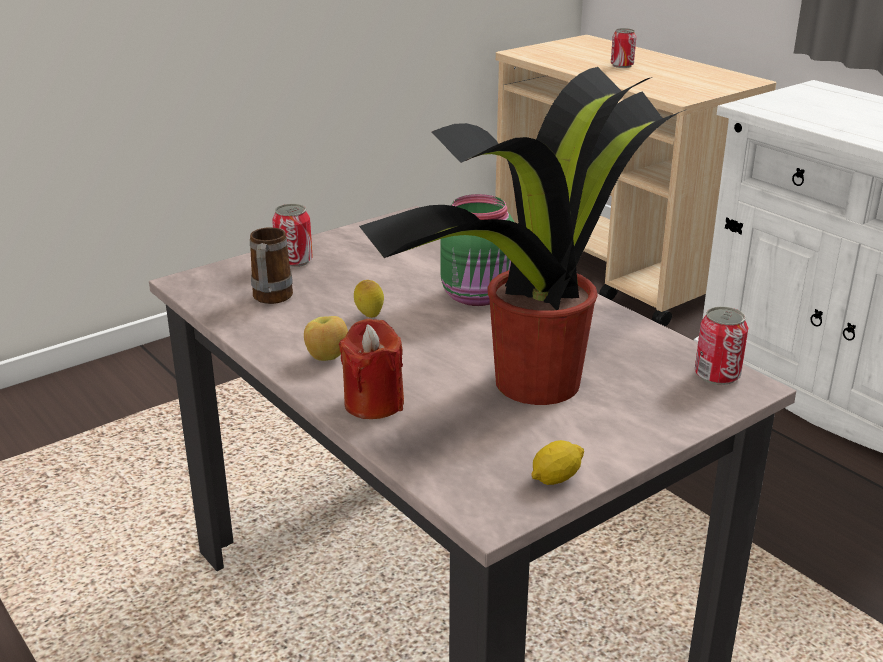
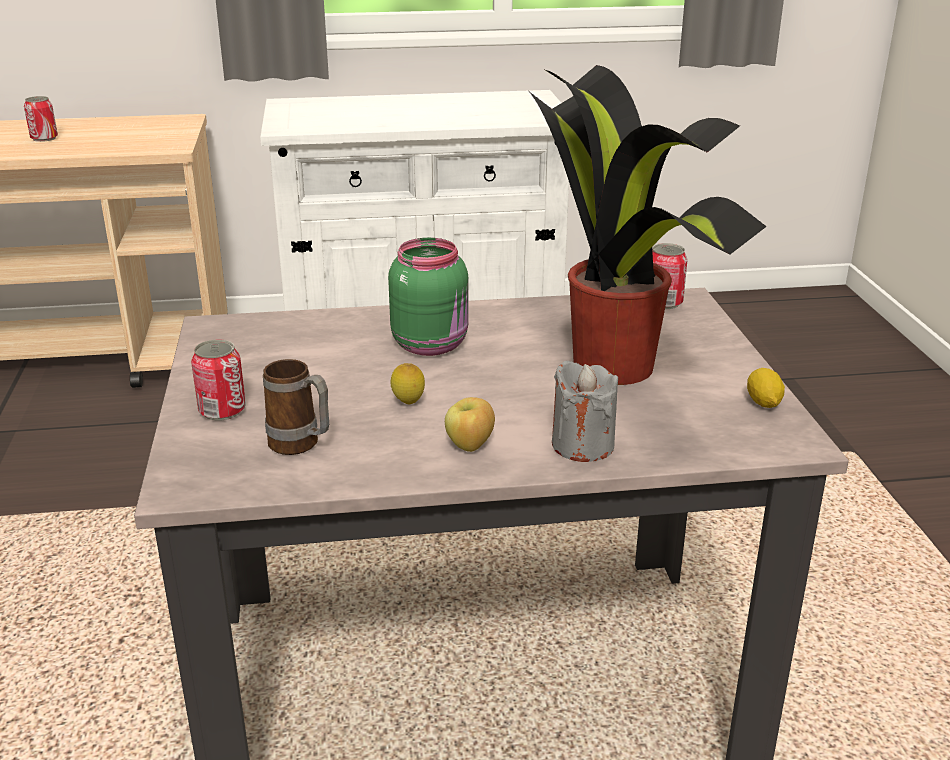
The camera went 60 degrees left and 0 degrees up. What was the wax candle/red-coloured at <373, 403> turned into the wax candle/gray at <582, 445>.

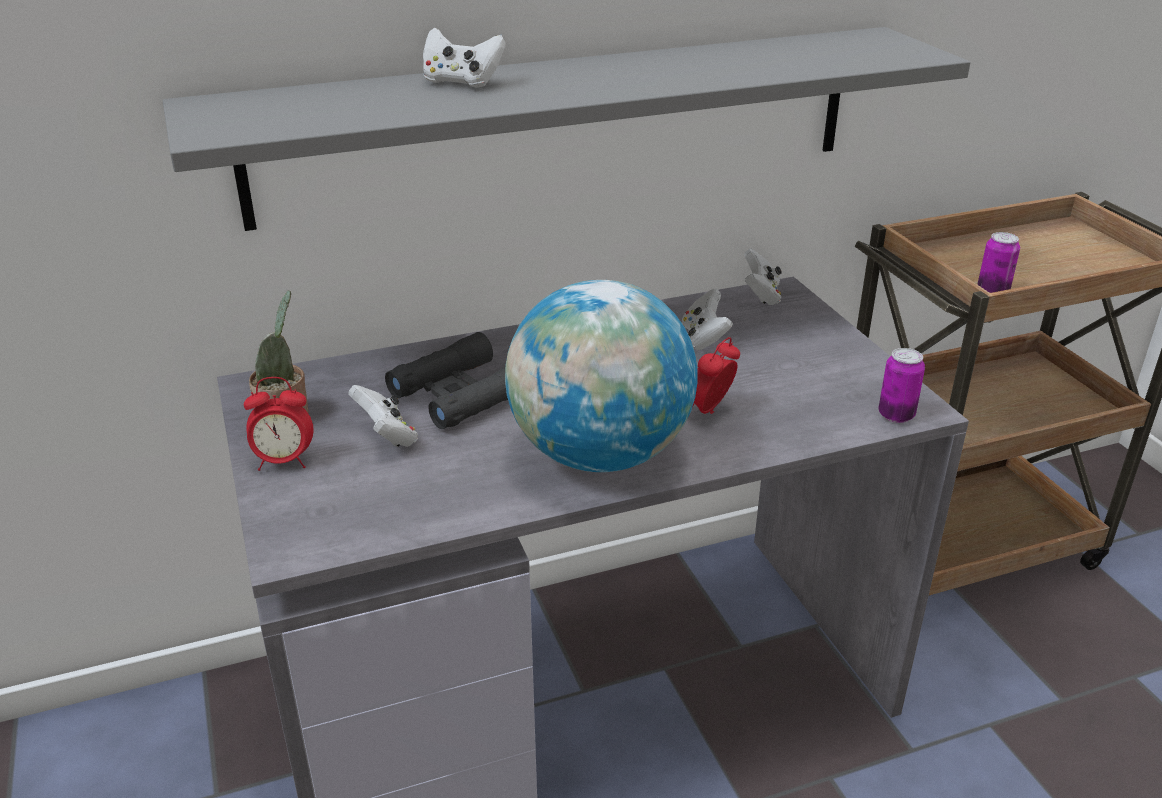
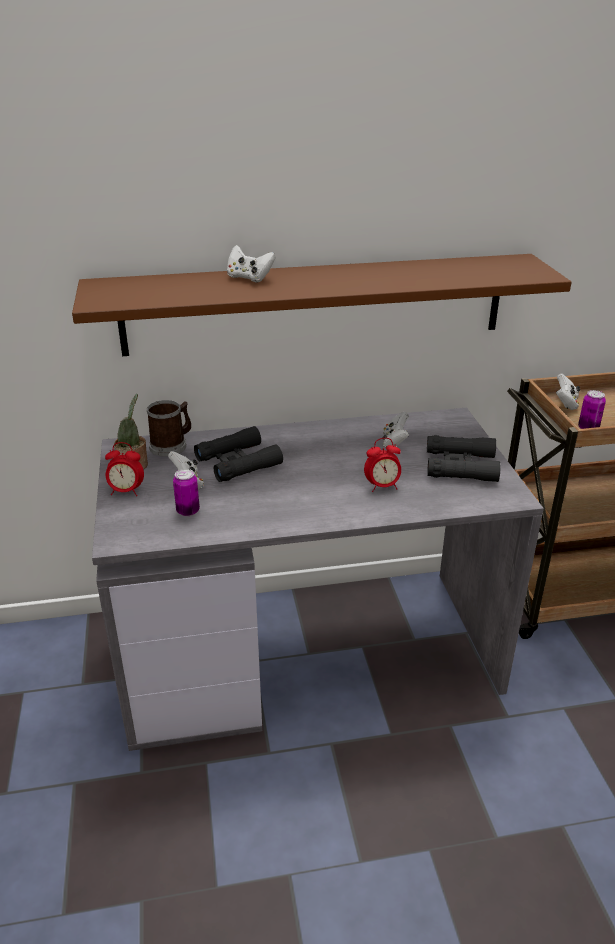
The camera went 10 degrees right and 0 degrees up. What was the bracket shelf/gray at <561, 124> turned into the bracket shelf/brownish at <315, 304>. The second view lost the globe at <599, 454>. The table clock at <710, 411> ended up facing another way, 150 degrees counterclockwise from before. The gamepad/white ended up elsewhere, having gone from <761, 295> to <565, 403>. The can ended up elsewhere, having gone from <896, 415> to <188, 511>. The second view gained the tea mug at <172, 445>. The second view gained the pair of binoculars/black-coloured at <461, 466>.

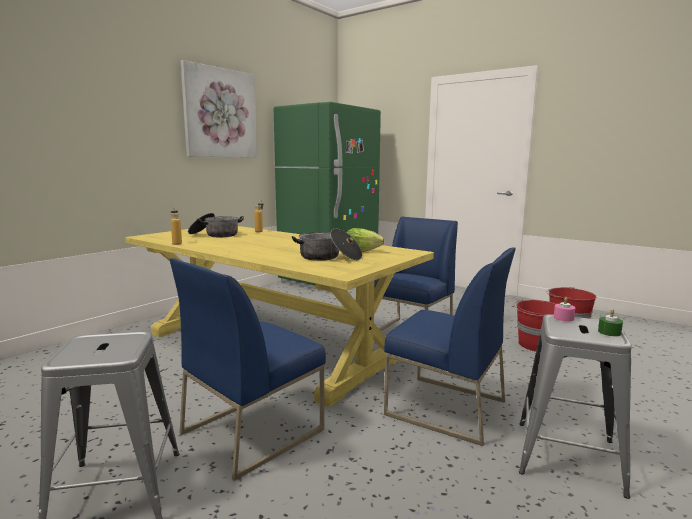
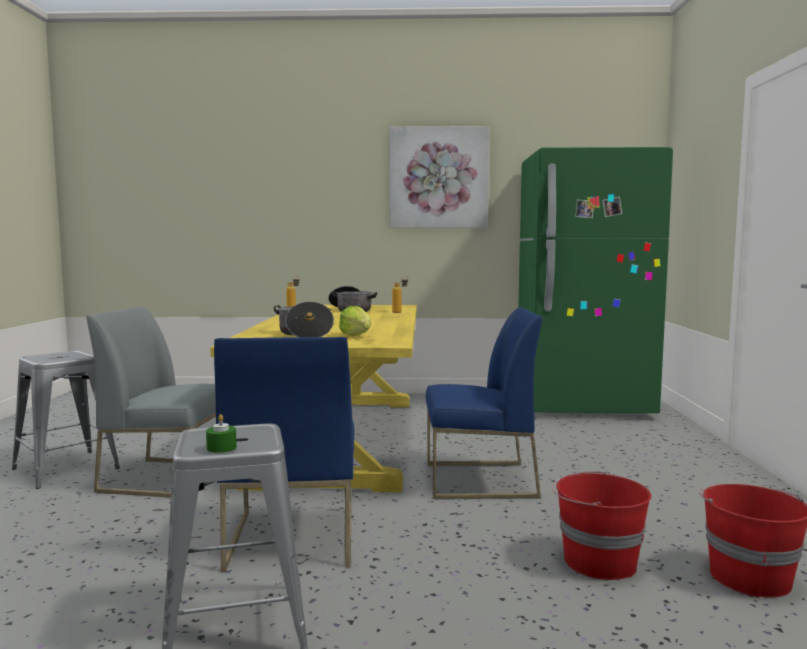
The camera went 55 degrees right and 5 degrees down. What was the chair/blue at <253, 430> turned into the chair/gray at <169, 477>. The second view lost the wax candle/pinkish at <563, 318>.

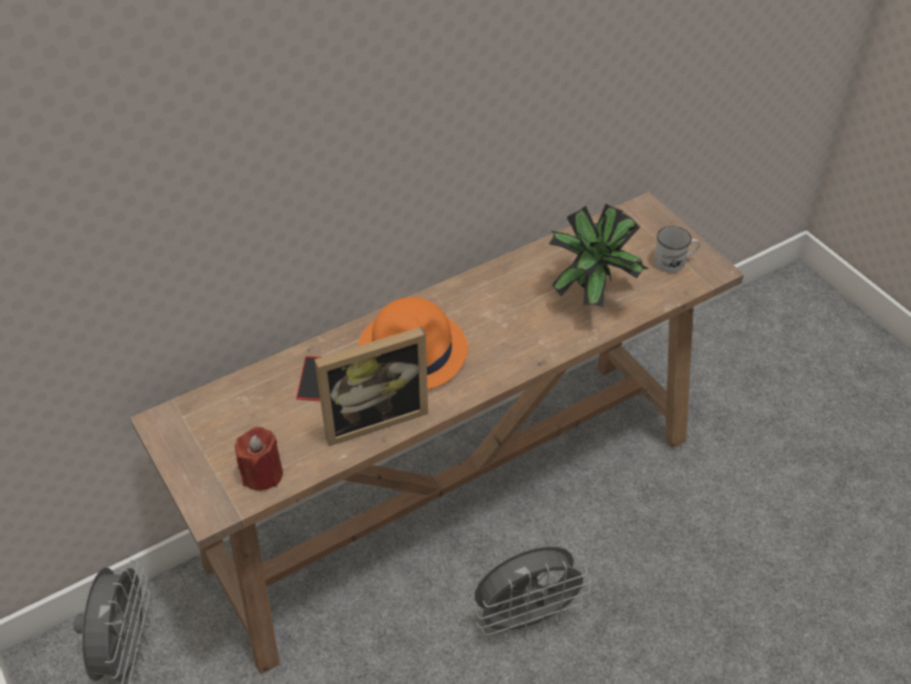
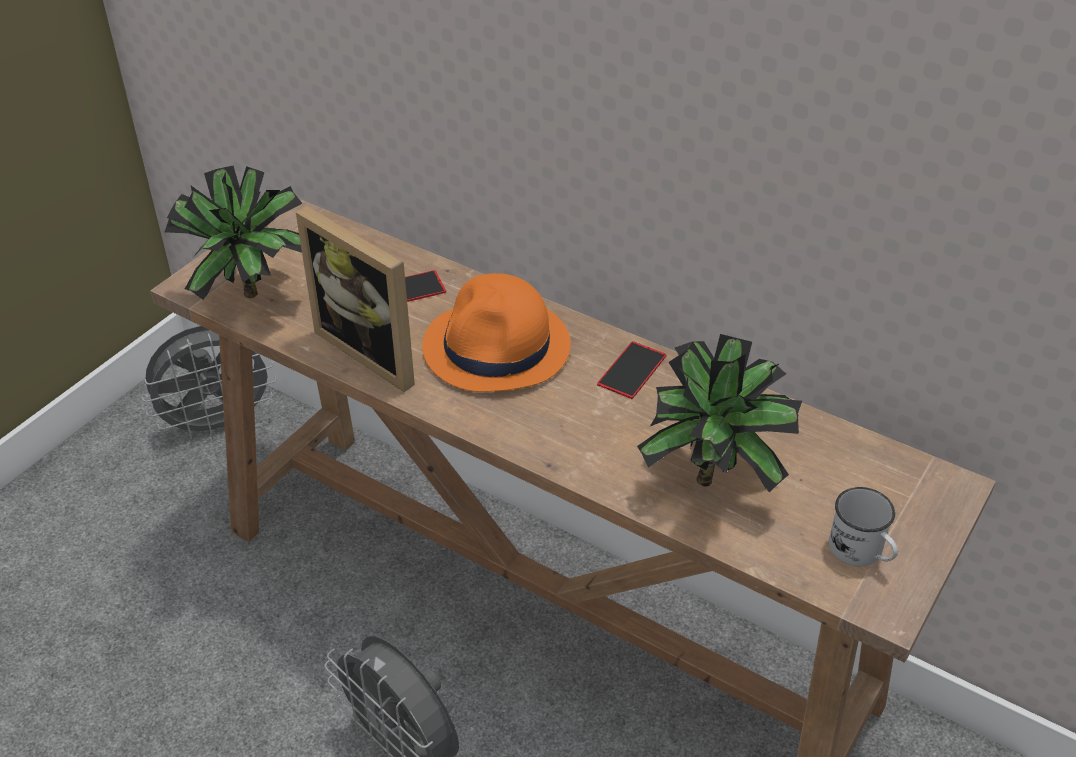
The camera went 65 degrees right and 5 degrees down. Where the wax candle/red-coloured stood at <262, 474>, the potted plant came to stand at <253, 300>. The second view gained the handset at <632, 370>.

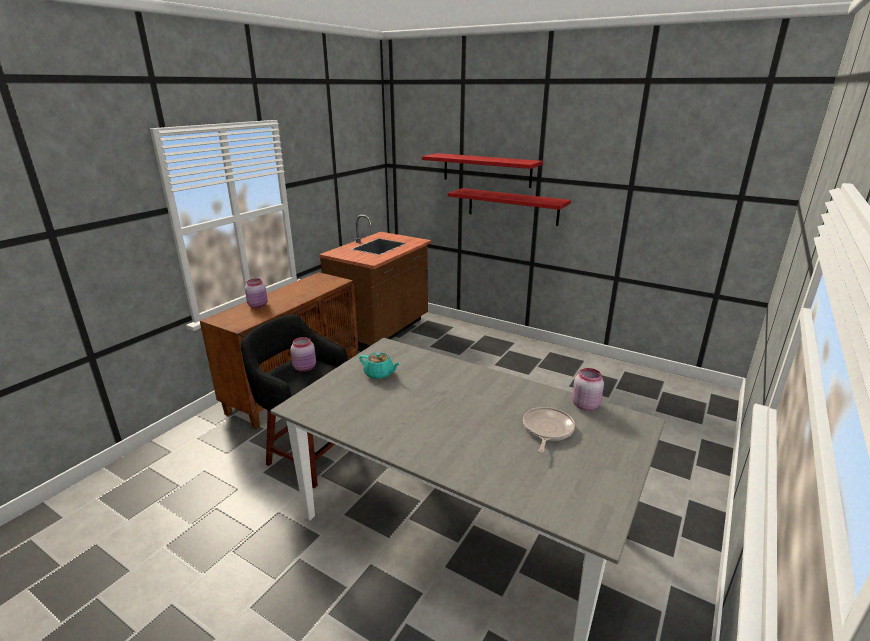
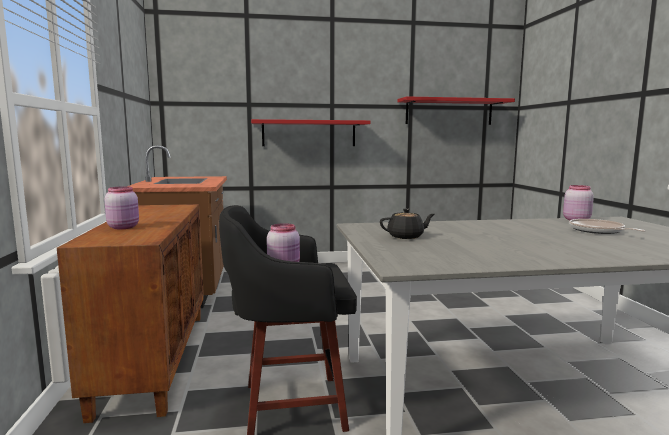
The camera went 40 degrees left and 15 degrees down. What was the teapot/blue-green at <379, 374> turned into the teapot/black-coloured at <406, 236>. The bracket shelf/red-coloured ended up elsewhere, having gone from <486, 170> to <449, 112>.

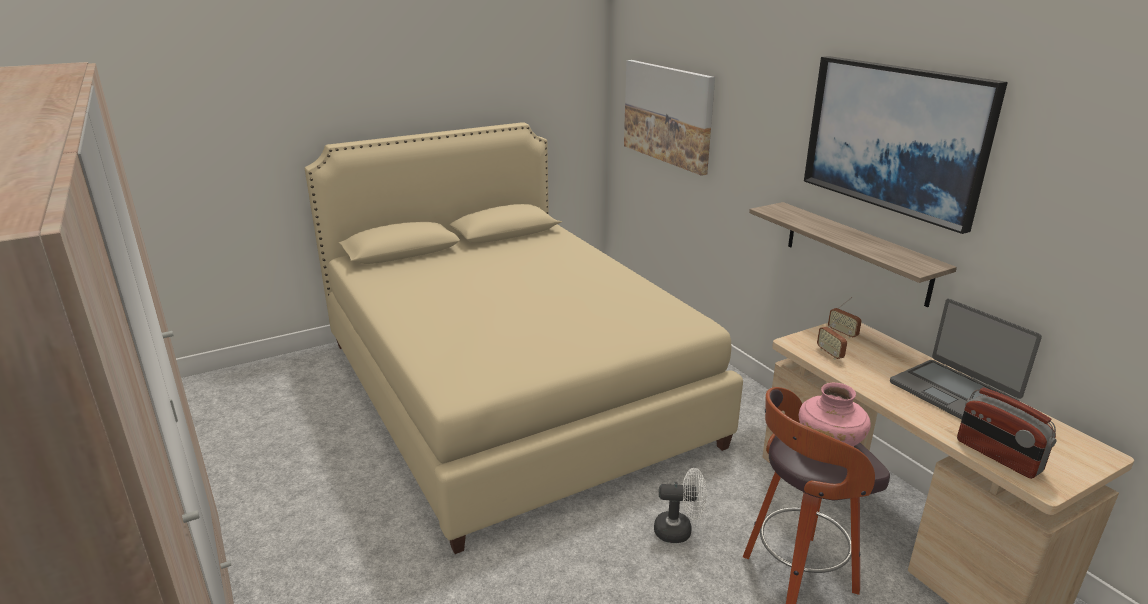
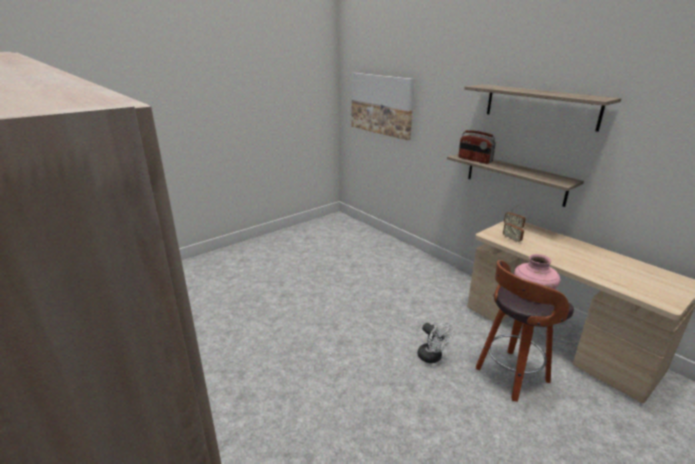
The camera went 10 degrees left and 0 degrees up. The second view lost the sleeping bed/sand-coloured at <510, 391>. The electric fan/white at <679, 530> ended up facing another way, 60 degrees clockwise from before. Where the picture hung at <895, 138>, the bracket shelf came to hang at <540, 106>. The second view lost the notebook computer at <953, 393>. The radio receiver ended up elsewhere, having gone from <997, 456> to <474, 160>.

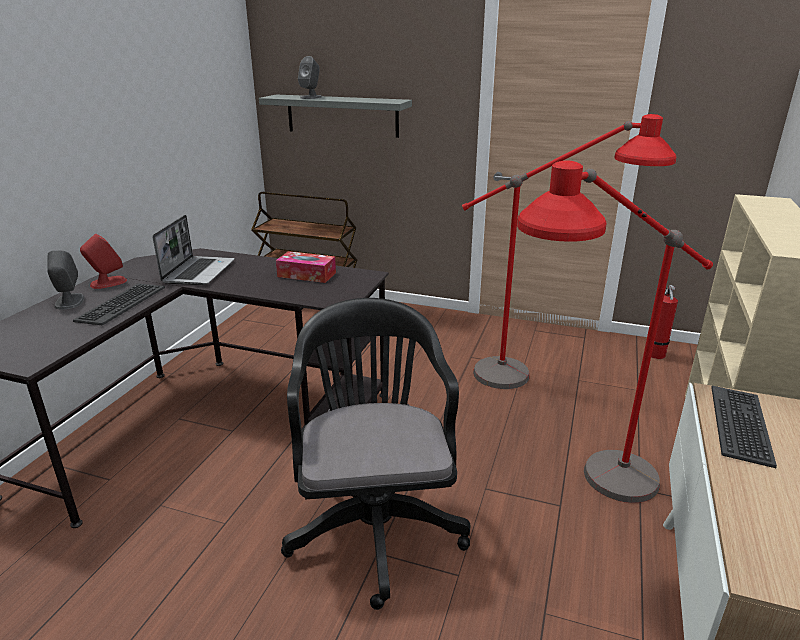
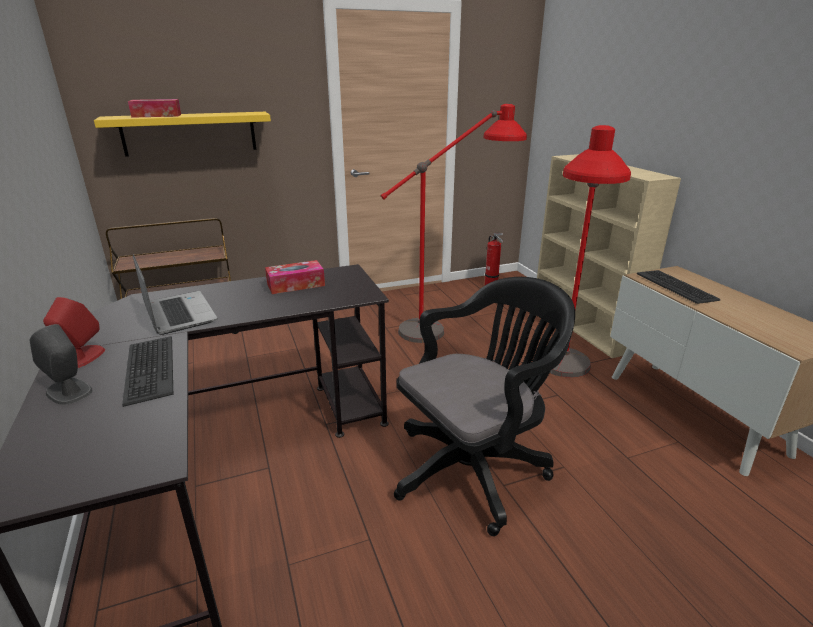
The camera went 40 degrees left and 0 degrees up. What was the bracket shelf/gray at <342, 115> turned into the bracket shelf/yellowish at <190, 133>. The office chair/black-coloured at <375, 522> ended up facing another way, 105 degrees clockwise from before. Where the loudspeaker/gray stood at <311, 97>, the box of tissues came to stand at <157, 115>.

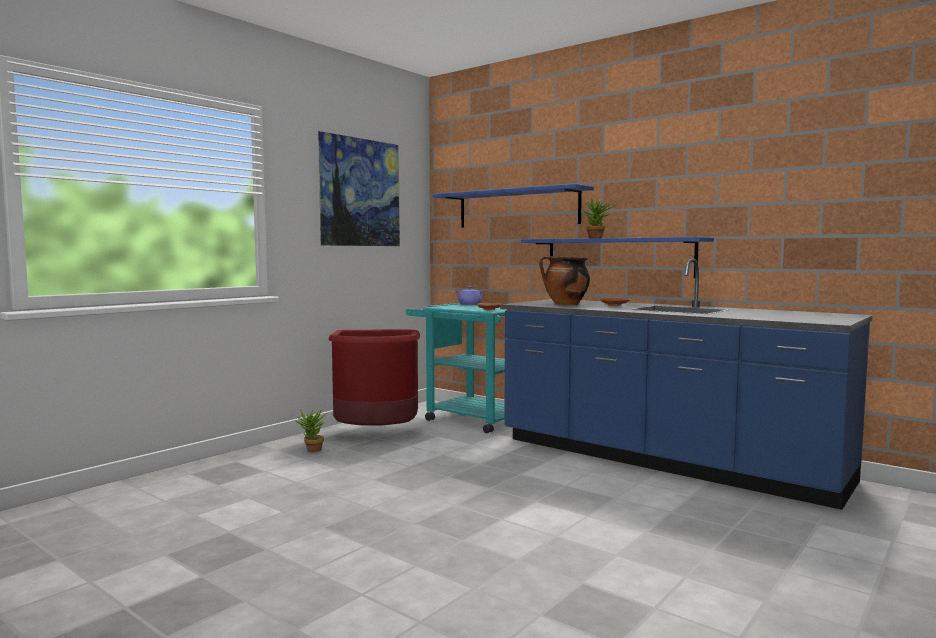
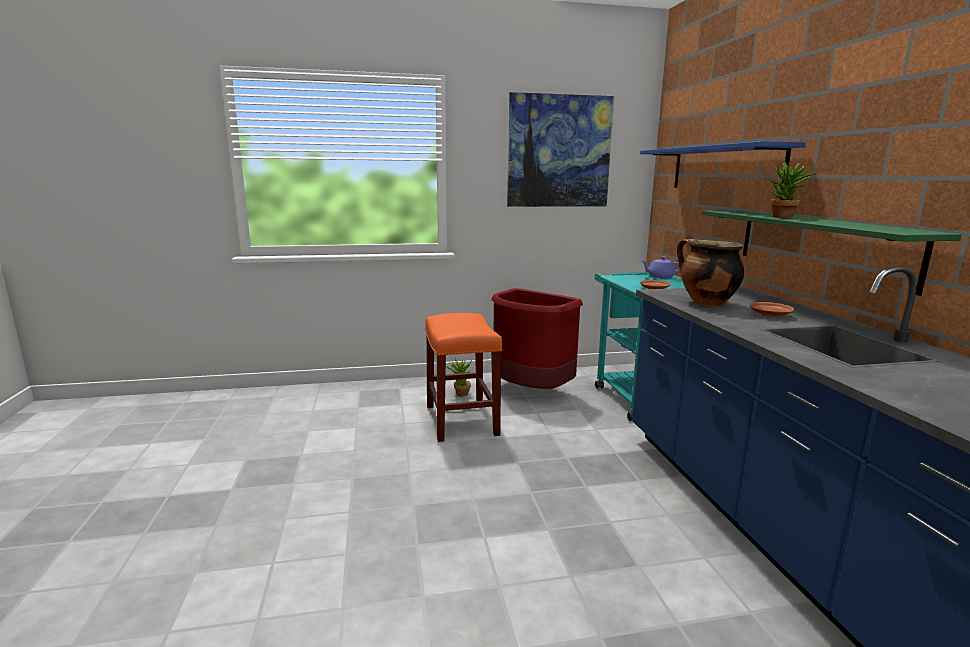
The camera went 40 degrees right and 10 degrees up. What was the bracket shelf/blue at <618, 257> turned into the bracket shelf/green-coloured at <820, 245>. The second view gained the stool/orange-coloured at <462, 421>.

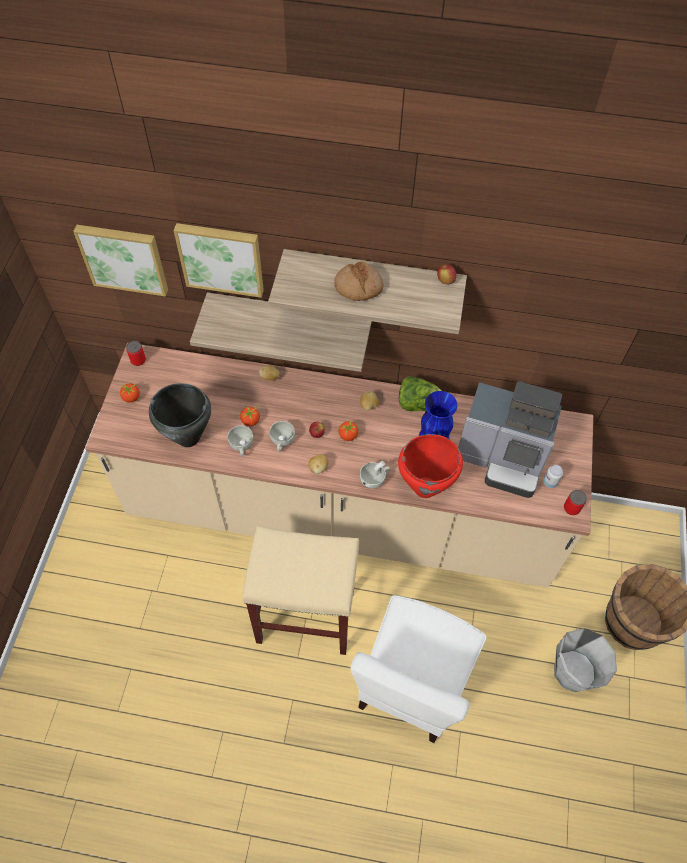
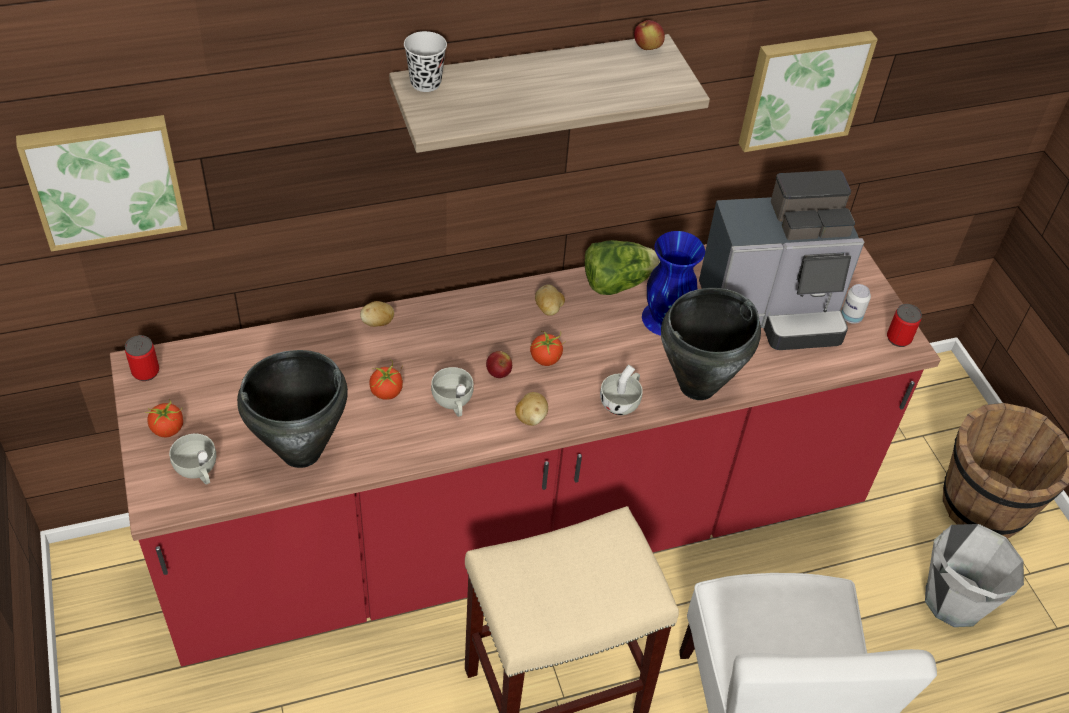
The camera went 30 degrees left and 10 degrees down. What was the counter/sand-coloured at <341, 513> turned into the counter/red-coloured at <520, 527>. The picture ended up elsewhere, having gone from <221, 258> to <802, 88>. The second view lost the bracket shelf at <289, 320>. The small cup/white ended up elsewhere, having gone from <241, 446> to <198, 471>. The second view lost the bread at <358, 287>. What was the cooking pot/red-coloured at <425, 488> turned into the cooking pot/black-coloured at <698, 386>. The second view gained the small cup/black-coloured at <425, 83>.

